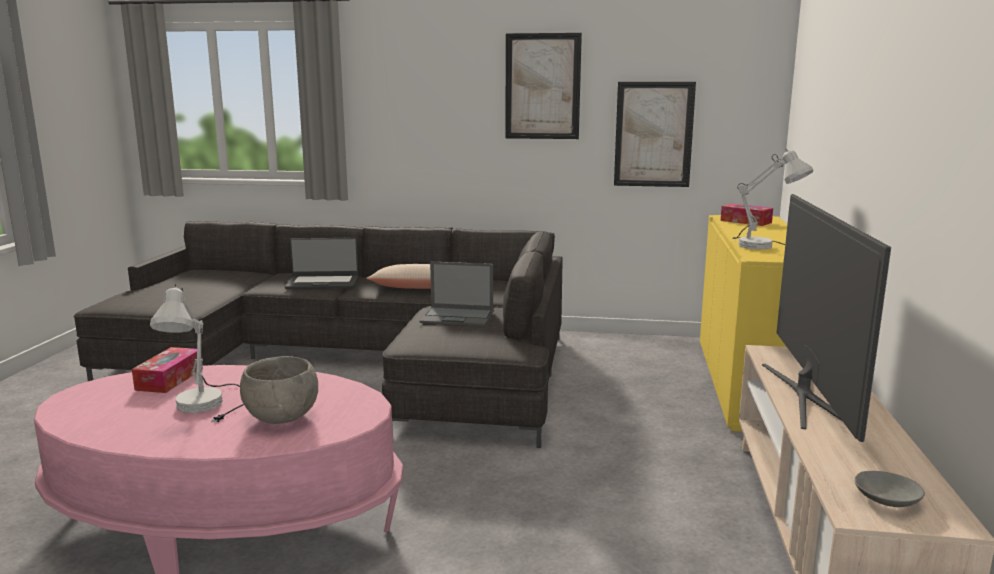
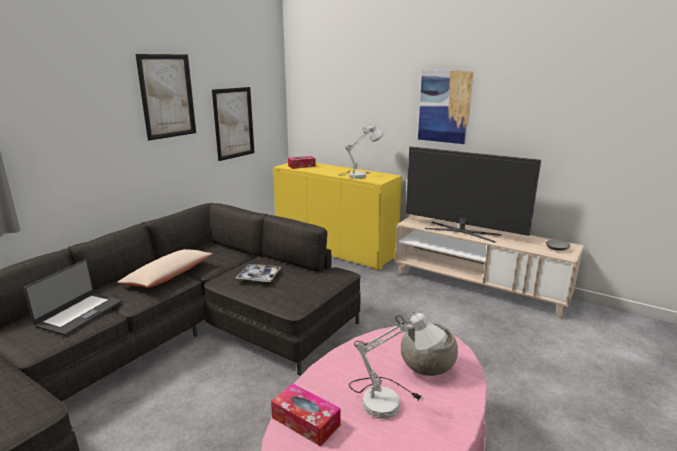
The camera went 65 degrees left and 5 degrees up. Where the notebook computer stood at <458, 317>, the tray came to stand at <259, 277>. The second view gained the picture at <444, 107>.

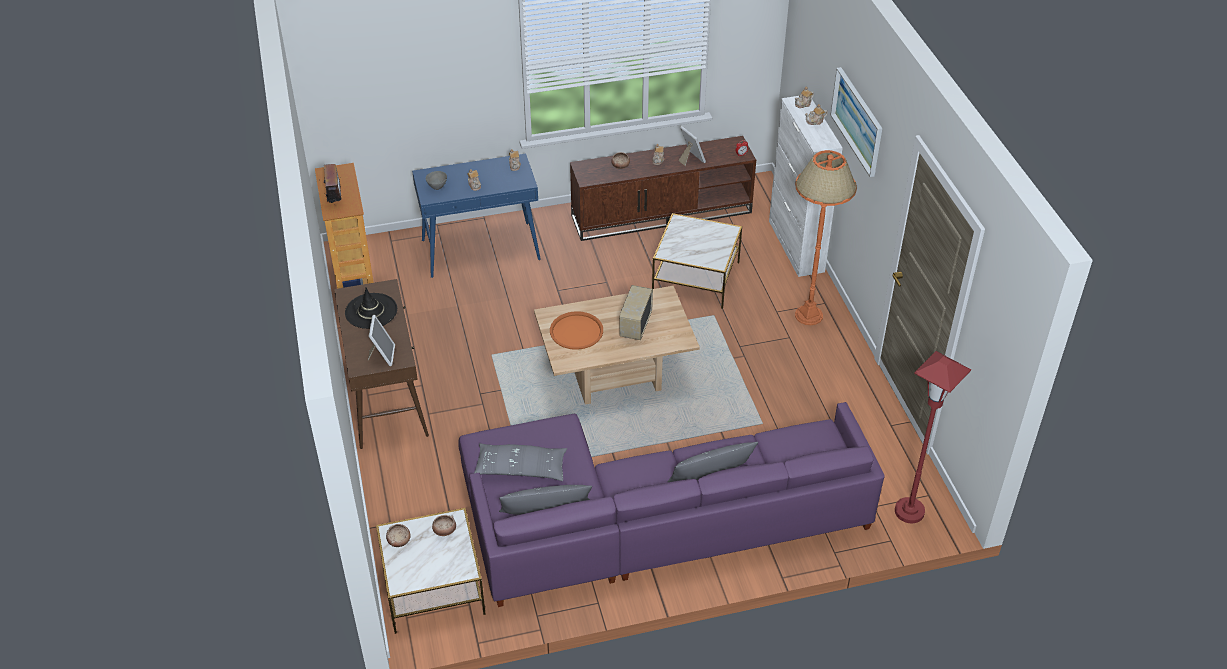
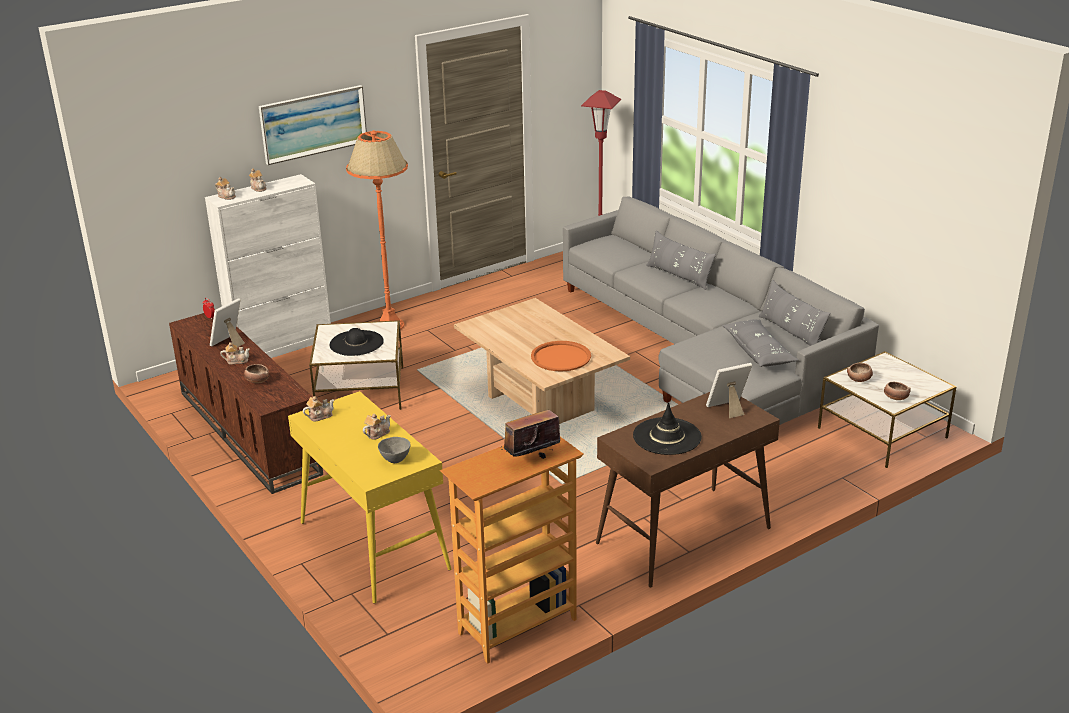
The camera went 110 degrees left and 15 degrees down. What was the narrow table/blue at <481, 249> turned into the narrow table/yellowish at <373, 545>. What was the sofa/purple-coloured at <648, 521> turned into the sofa/gray at <707, 352>. The second view lost the radio receiver at <635, 325>. The second view gained the clothing hat/black-coloured at <356, 343>.

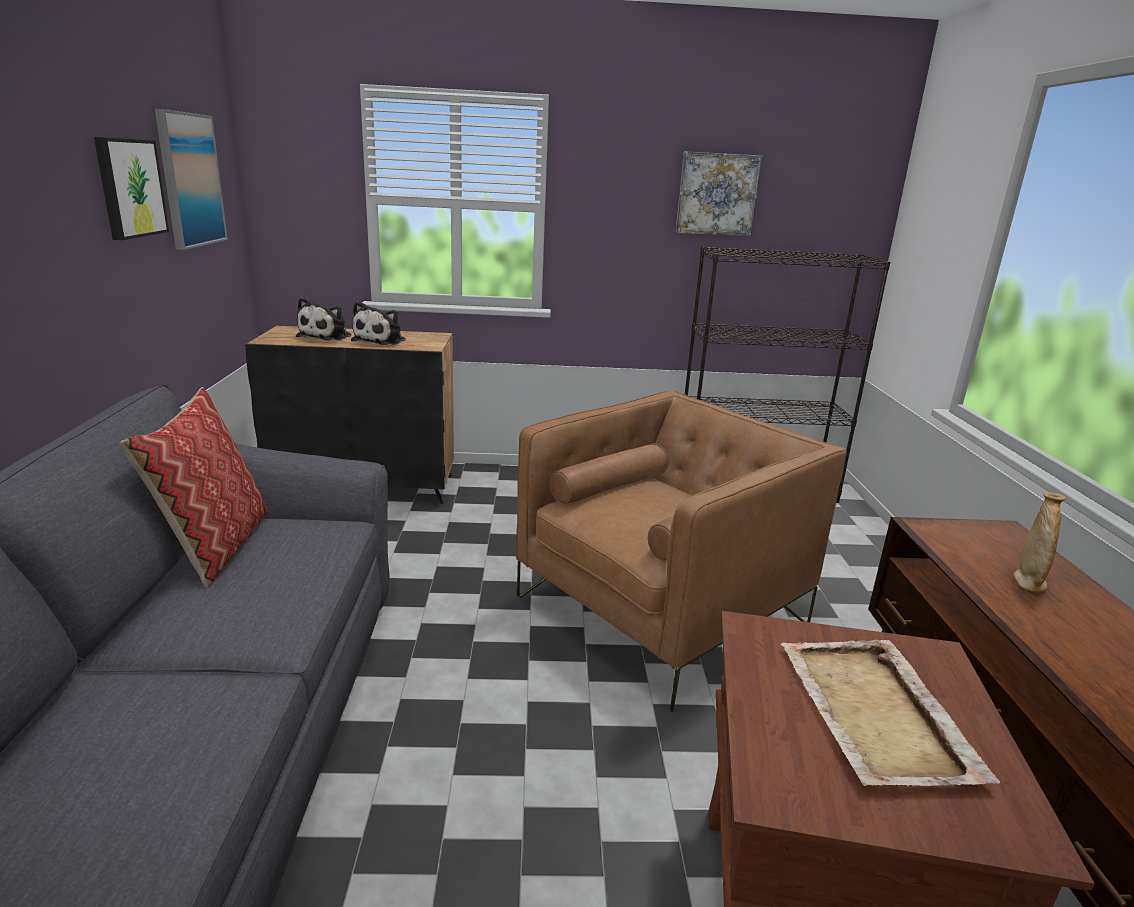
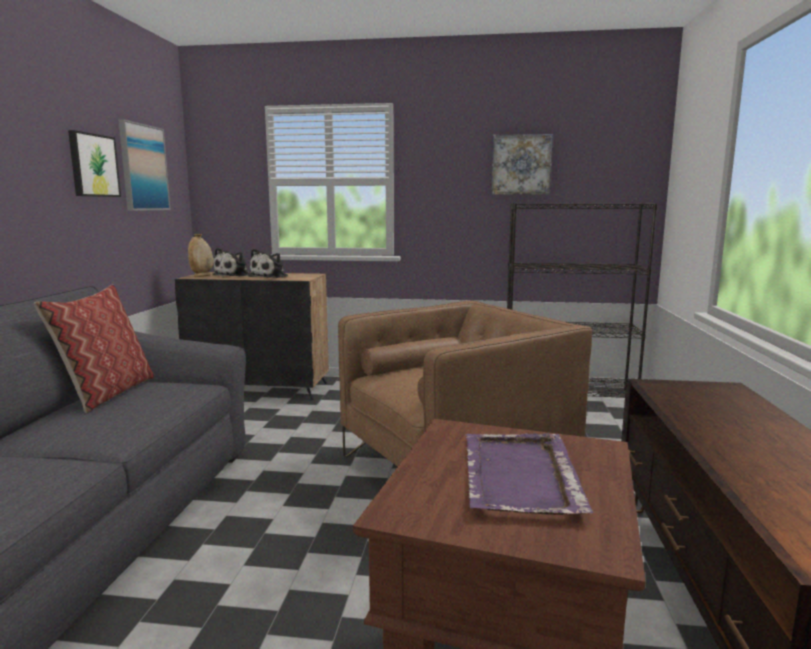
The camera went 10 degrees right and 10 degrees down. What was the tray/sand-coloured at <875, 714> turned into the tray/purple-coloured at <519, 476>. The decorative vase/sand-coloured ended up elsewhere, having gone from <1029, 582> to <202, 276>.

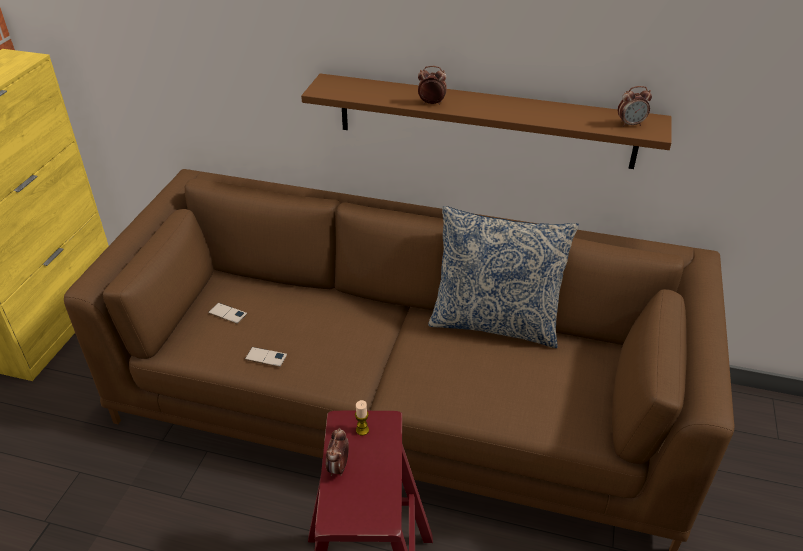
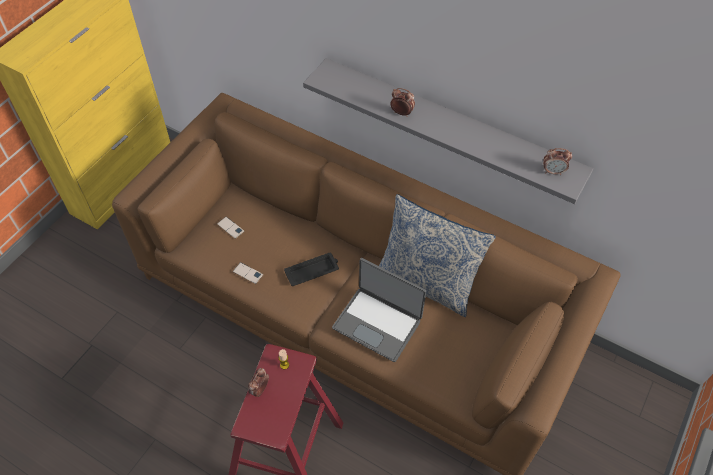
The camera went 15 degrees right and 15 degrees up. What was the bracket shelf/brownish at <484, 121> turned into the bracket shelf/gray at <449, 127>. The second view gained the tray/black-coloured at <313, 271>. The second view gained the notebook computer at <378, 323>.

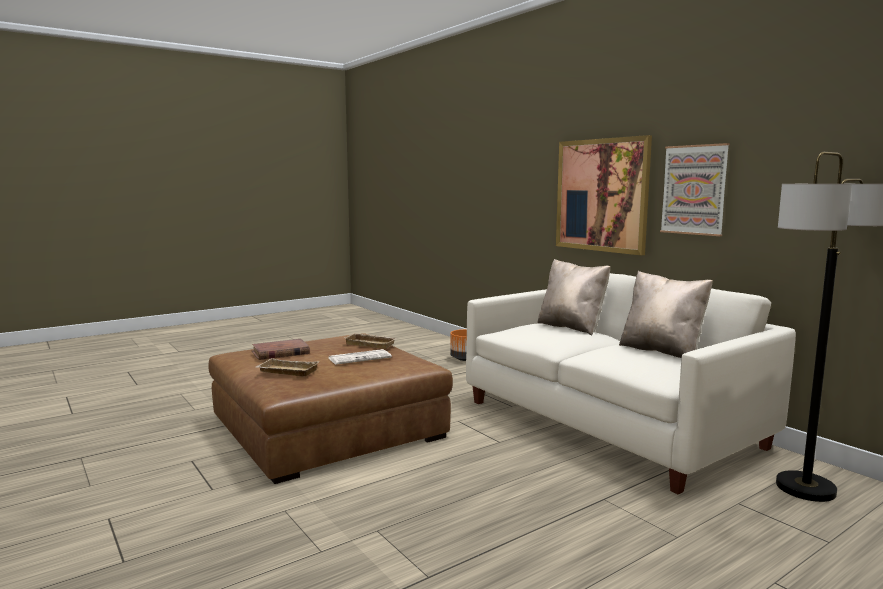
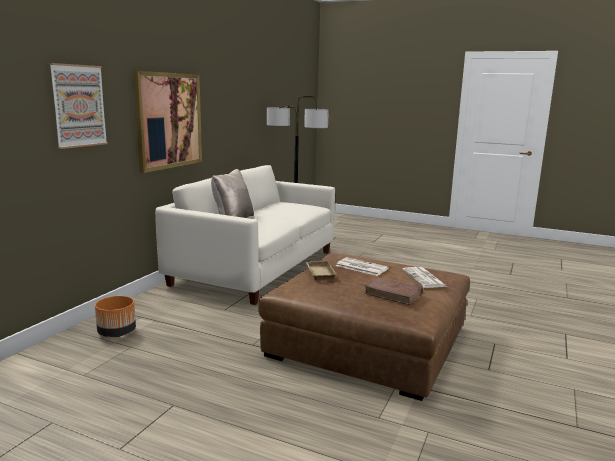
The camera went 120 degrees left and 5 degrees up. Where the tray/sand-coloured stood at <286, 372>, the newspaper came to stand at <424, 278>. The second view lost the pillow/sand-coloured at <662, 351>. The picture ended up elsewhere, having gone from <694, 190> to <78, 106>.

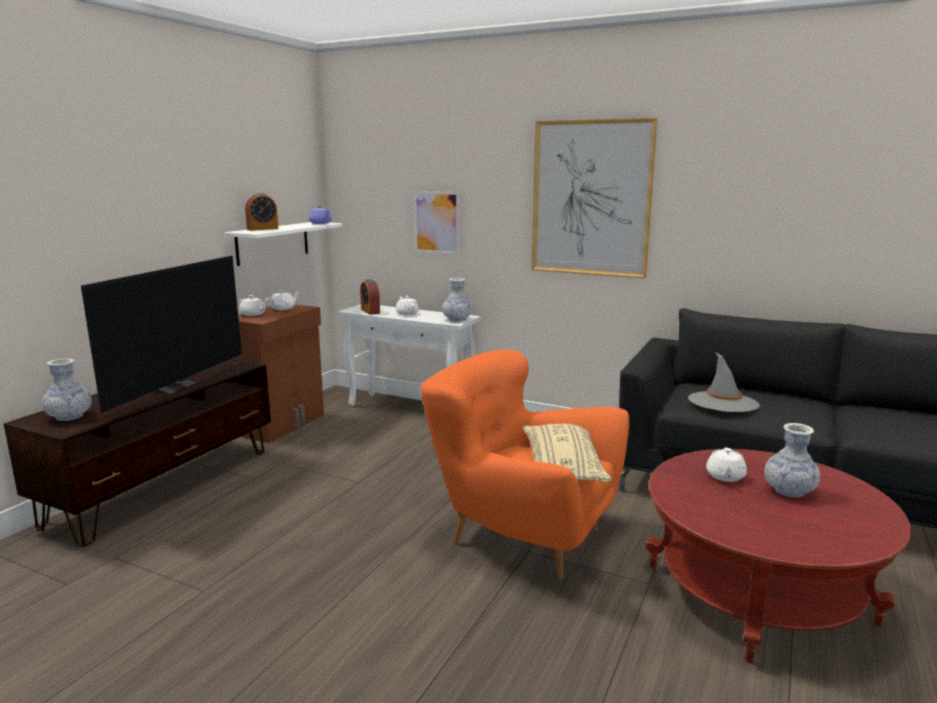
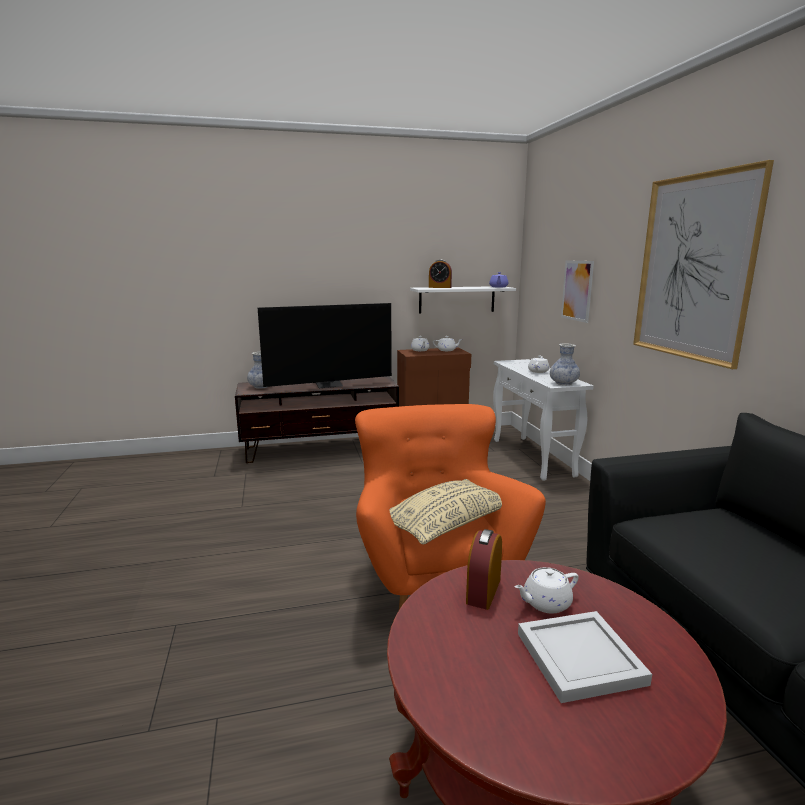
The camera went 50 degrees right and 0 degrees up. The table clock ended up elsewhere, having gone from <370, 311> to <483, 591>. The second view lost the clothing hat/gray at <723, 402>. Where the decorative vase stood at <789, 491>, the tray/white came to stand at <580, 656>.

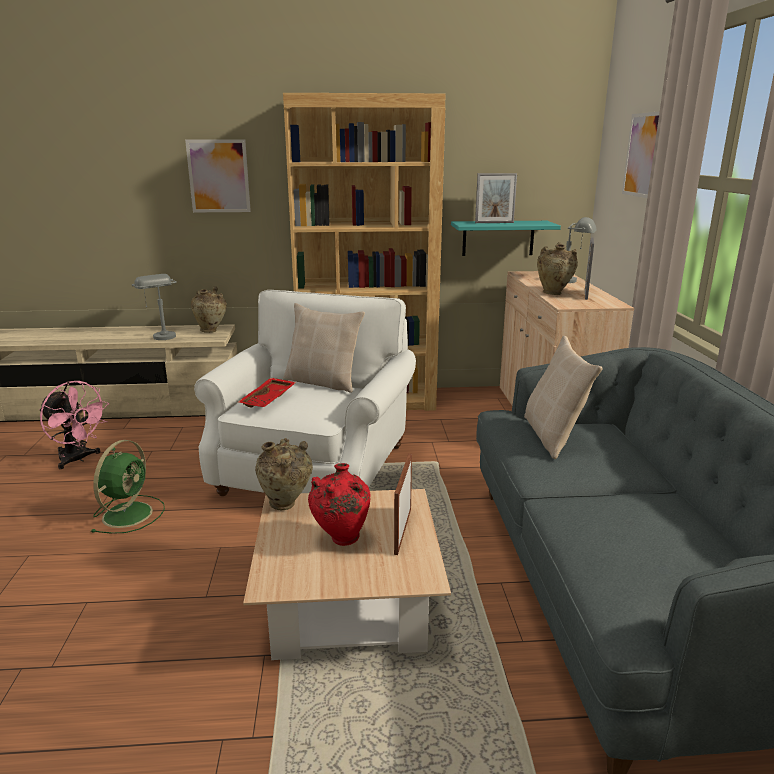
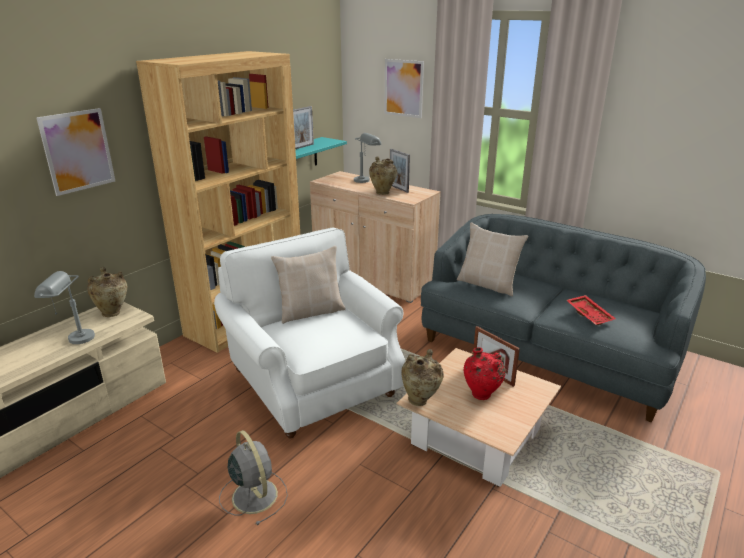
The camera went 50 degrees left and 5 degrees up. The second view lost the electric fan/pinkish at <78, 459>. What was the electric fan/green-coloured at <129, 513> turned into the electric fan/gray at <254, 494>. The tray/red-coloured ended up elsewhere, having gone from <269, 400> to <590, 315>.

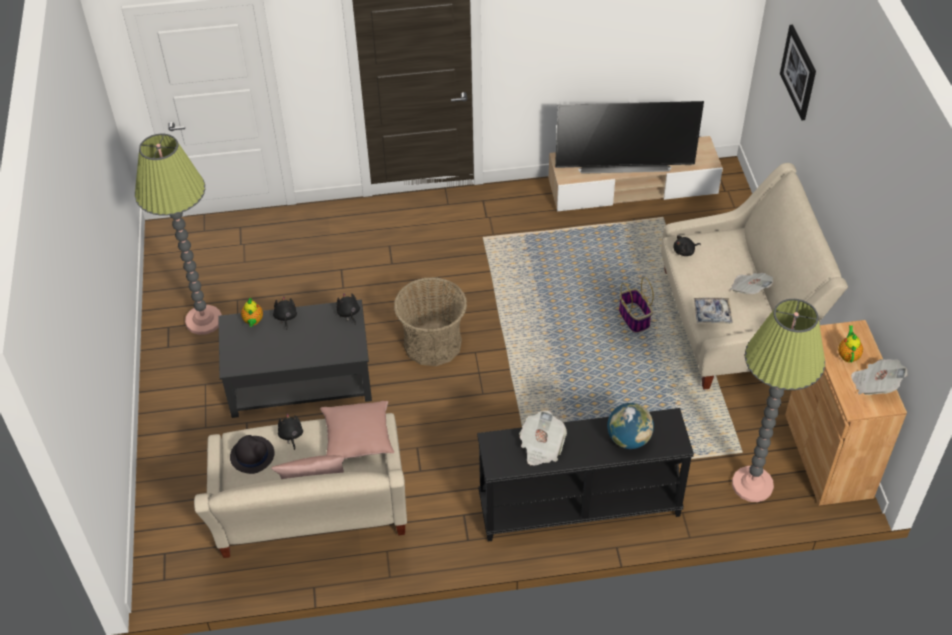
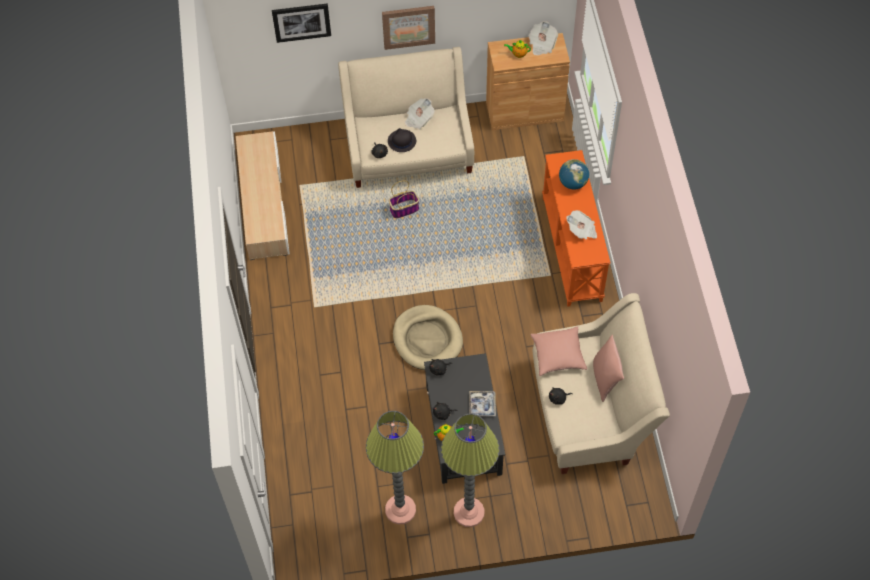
The camera went 90 degrees left and 10 degrees up. The clothing hat/black-coloured ended up elsewhere, having gone from <252, 455> to <401, 141>. Where the basket stood at <433, 343>, the pet bed/sand-coloured came to stand at <427, 339>. What was the narrow table/black-coloured at <579, 508> turned into the narrow table/orange-coloured at <572, 249>. The second view lost the TV at <624, 164>. The tray ended up elsewhere, having gone from <712, 314> to <482, 405>. The standing lamp ended up elsewhere, having gone from <752, 484> to <469, 512>. The second view gained the picture at <408, 26>.

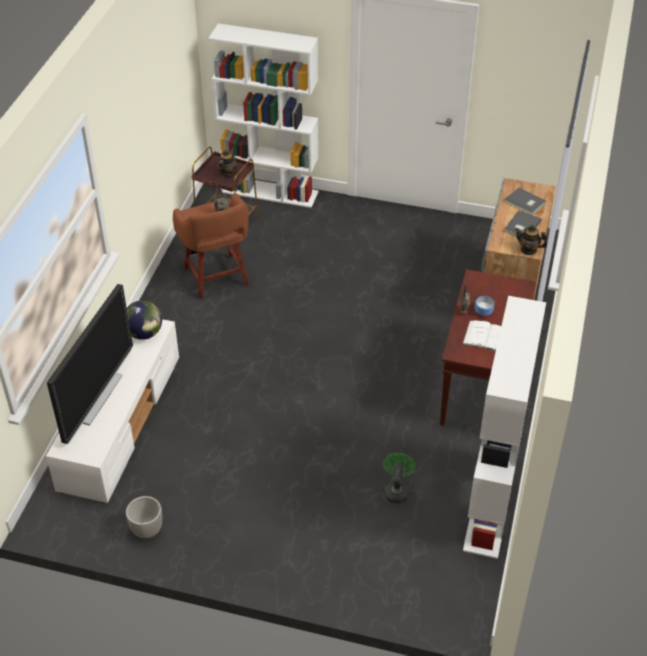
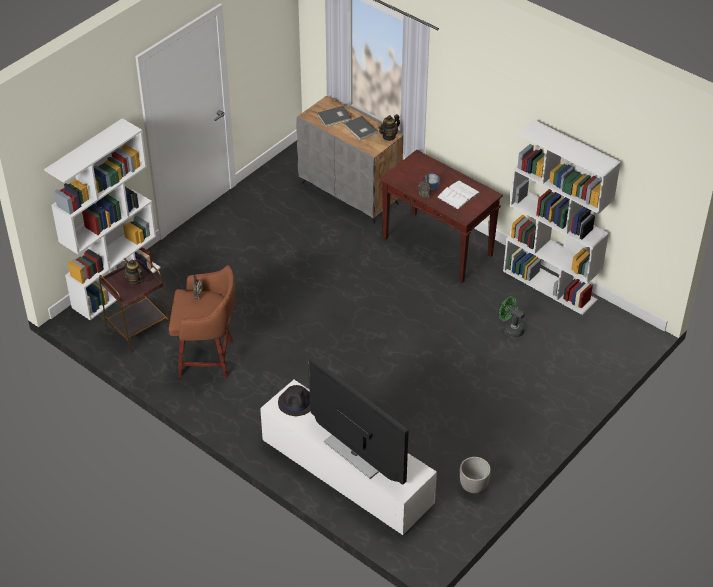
The camera went 65 degrees left and 0 degrees up. Where the globe stood at <144, 333>, the clothing hat/black-coloured came to stand at <296, 402>.

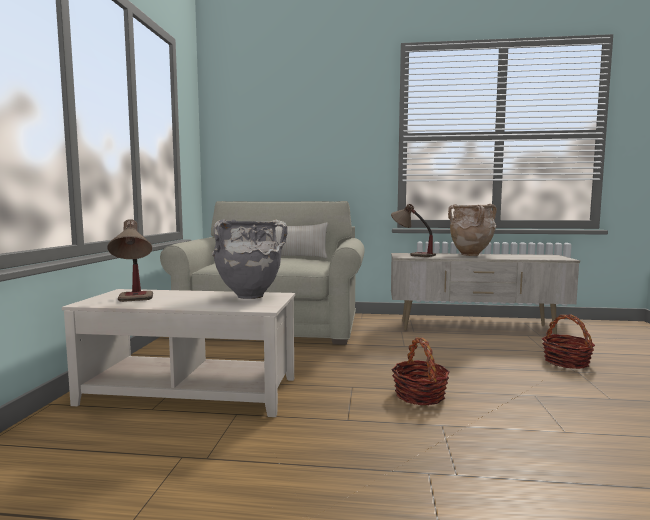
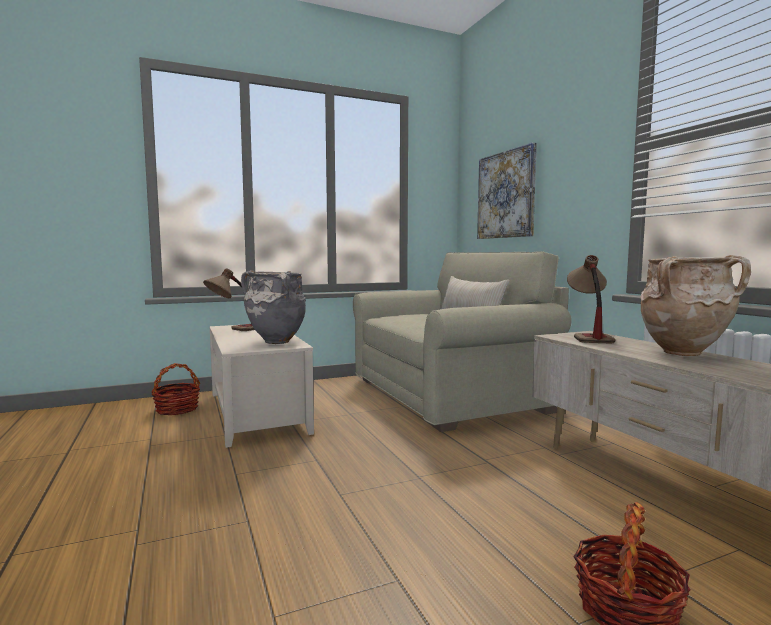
The camera went 60 degrees right and 0 degrees up. The basket ended up elsewhere, having gone from <420, 395> to <177, 409>. The second view gained the picture at <506, 195>.

